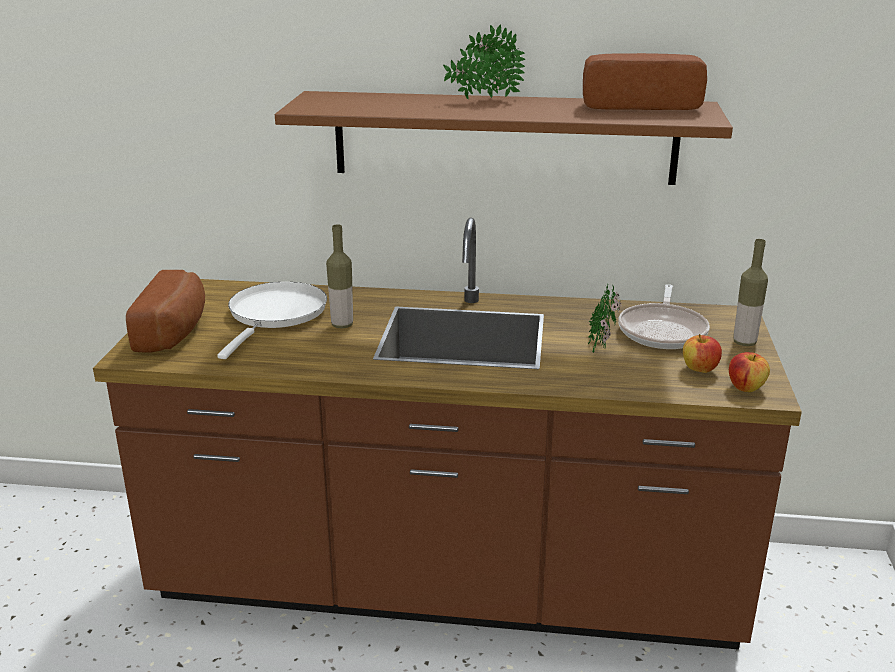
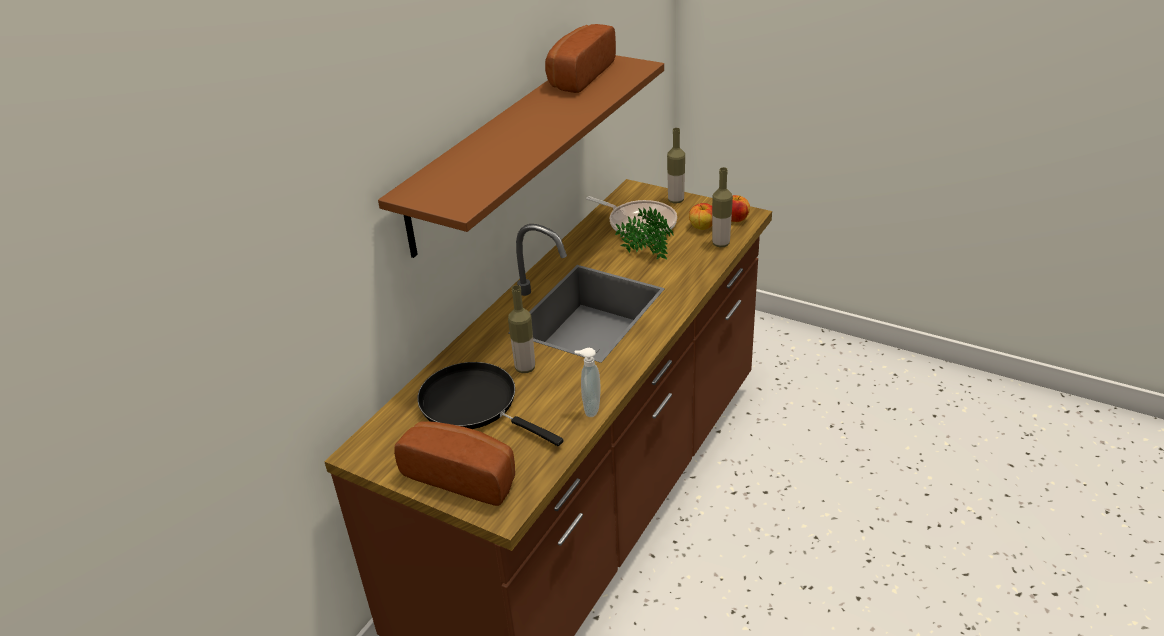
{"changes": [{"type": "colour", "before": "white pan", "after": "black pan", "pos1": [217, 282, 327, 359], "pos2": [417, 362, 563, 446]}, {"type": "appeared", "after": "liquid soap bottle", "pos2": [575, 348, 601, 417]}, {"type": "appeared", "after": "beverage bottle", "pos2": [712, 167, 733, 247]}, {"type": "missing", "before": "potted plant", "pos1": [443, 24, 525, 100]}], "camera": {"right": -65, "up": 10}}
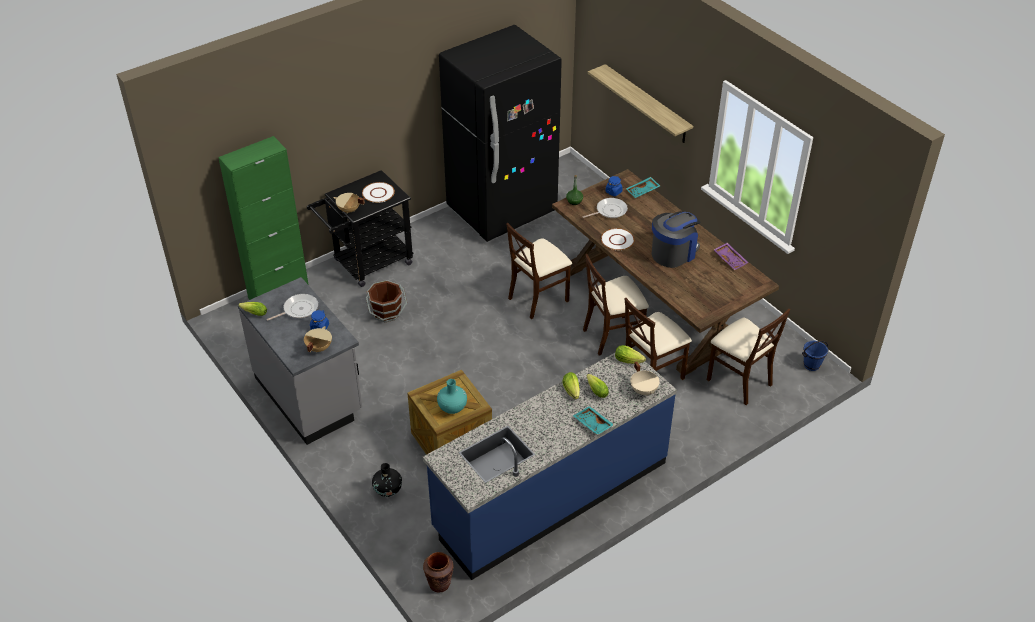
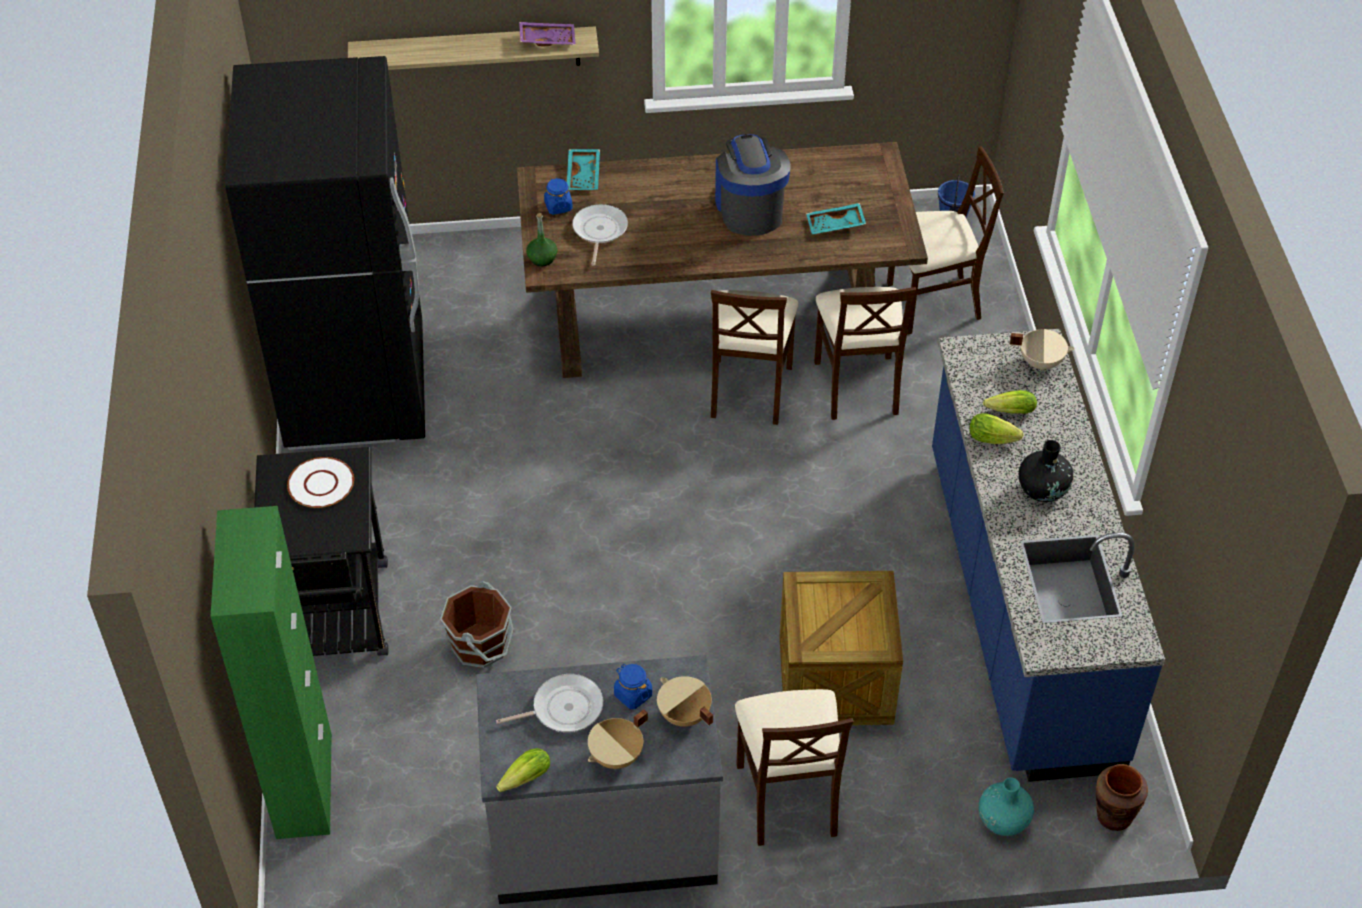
{"changes": [{"type": "spun", "before": "pan", "pos1": [267, 294, 318, 321], "pos2": [496, 674, 603, 732], "turn": 75}, {"type": "relocated", "before": "purplish serving tray", "pos1": [714, 243, 749, 270], "pos2": [519, 22, 576, 46]}, {"type": "relocated", "before": "sand-coloured stockpot", "pos1": [334, 193, 365, 214], "pos2": [588, 709, 648, 769]}, {"type": "relocated", "before": "sand-coloured plain chair", "pos1": [506, 223, 572, 319], "pos2": [735, 689, 853, 846]}, {"type": "relocated", "before": "turquoise serving tray", "pos1": [573, 406, 614, 435], "pos2": [806, 203, 866, 234]}, {"type": "relocated", "before": "turquoise vase", "pos1": [437, 379, 467, 414], "pos2": [979, 777, 1034, 836]}, {"type": "relocated", "before": "black vase", "pos1": [372, 463, 402, 497], "pos2": [1019, 440, 1074, 502]}, {"type": "missing", "before": "white plate", "pos1": [601, 228, 635, 250]}, {"type": "missing", "before": "head of lettuce", "pos1": [615, 345, 646, 364]}], "camera": {"right": -60, "up": 5}}
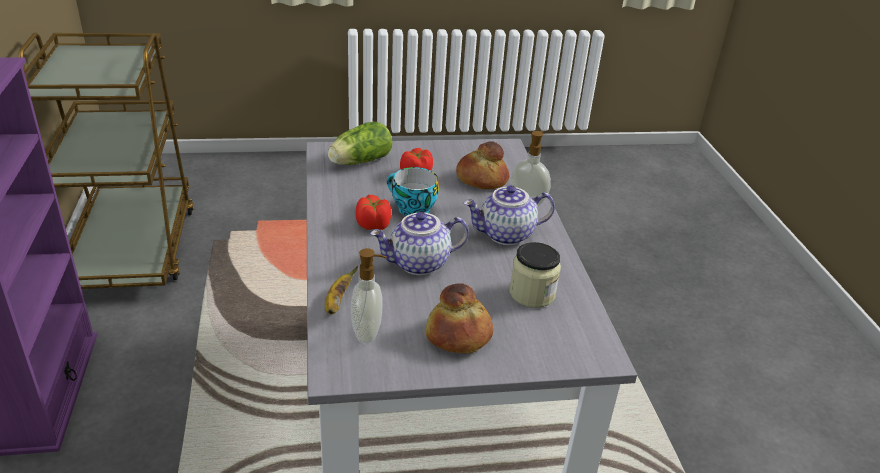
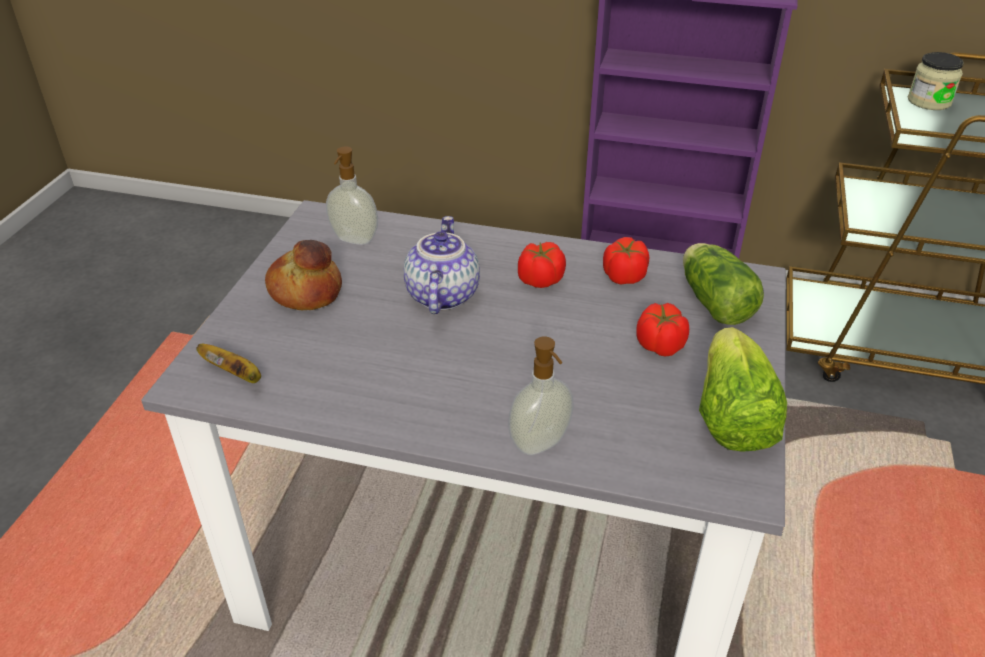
{"changes": [{"type": "relocated", "before": "banana", "pos1": [325, 266, 358, 315], "pos2": [196, 344, 261, 383]}, {"type": "appeared", "after": "tomato", "pos2": [603, 237, 649, 284]}, {"type": "appeared", "after": "head of lettuce", "pos2": [699, 327, 787, 452]}, {"type": "relocated", "before": "storage jar", "pos1": [509, 242, 561, 308], "pos2": [908, 52, 964, 110]}, {"type": "missing", "before": "small cup", "pos1": [387, 167, 439, 216]}, {"type": "missing", "before": "baked bread", "pos1": [456, 141, 509, 189]}, {"type": "missing", "before": "tea pot", "pos1": [463, 185, 555, 245]}], "camera": {"right": 115, "up": 5}}
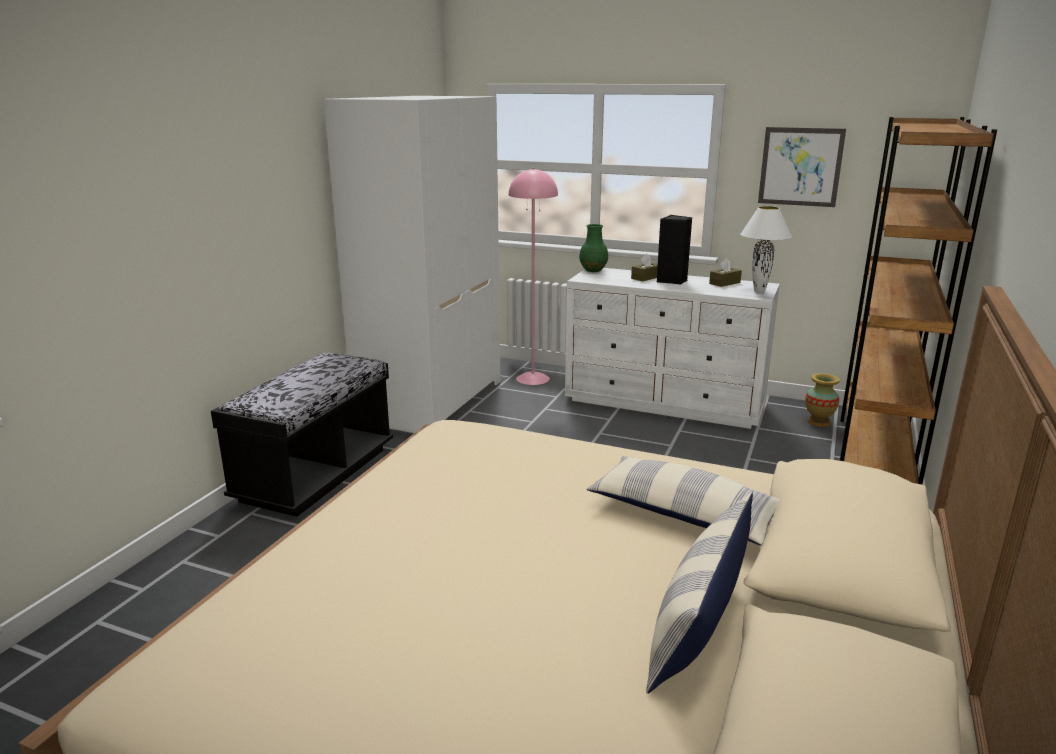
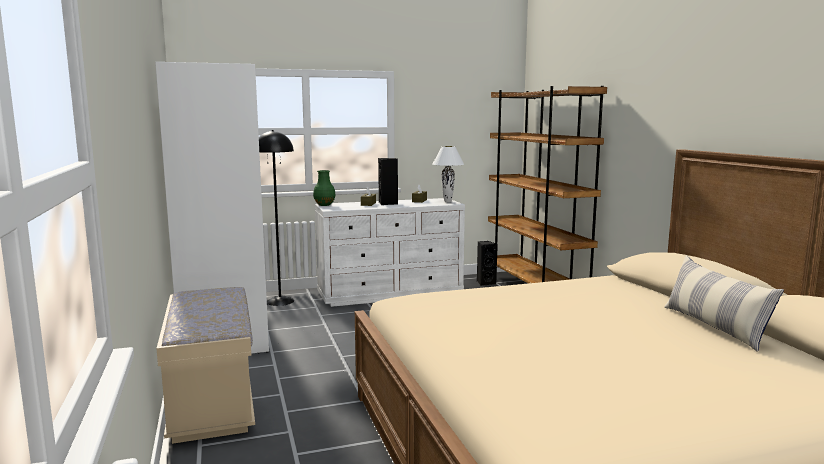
{"changes": [{"type": "colour", "before": "black bench", "after": "sand-coloured bench", "pos1": [211, 353, 393, 517], "pos2": [156, 287, 255, 444]}, {"type": "colour", "before": "pink standard lamp", "after": "black standard lamp", "pos1": [509, 168, 558, 385], "pos2": [259, 130, 294, 306]}, {"type": "exchanged", "before": "vase", "after": "black audio speaker", "pos1": [805, 373, 840, 427], "pos2": [477, 241, 498, 286]}, {"type": "missing", "before": "cushion", "pos1": [587, 456, 779, 545]}, {"type": "missing", "before": "wall picture", "pos1": [758, 127, 846, 207]}], "camera": {"right": -40, "up": -10}}
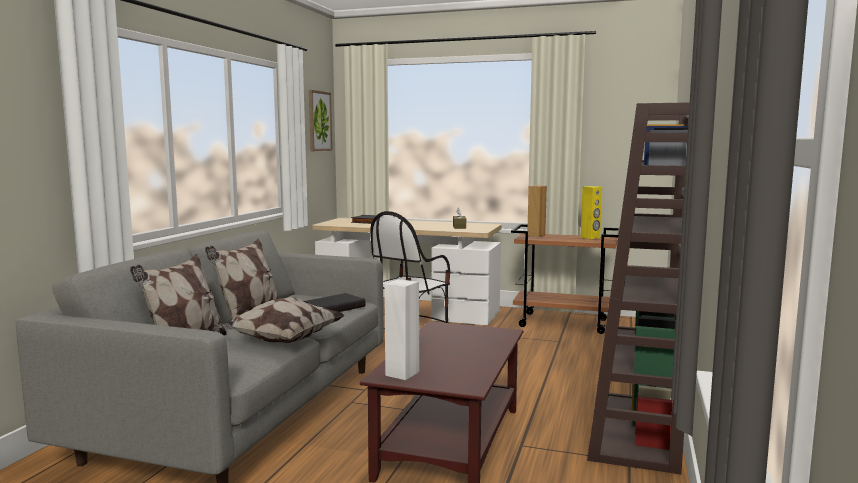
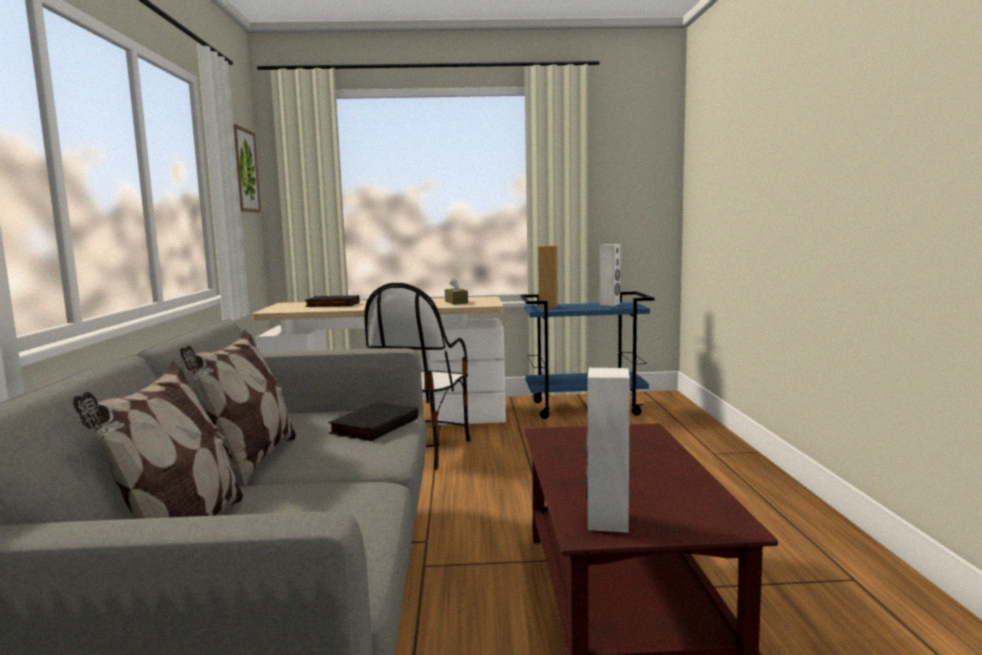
{"changes": [{"type": "colour", "before": "brownish wheeled cart", "after": "blue wheeled cart", "pos1": [511, 224, 619, 334], "pos2": [521, 291, 654, 419]}, {"type": "colour", "before": "yellowish audio speaker", "after": "white audio speaker", "pos1": [581, 186, 602, 239], "pos2": [599, 244, 620, 306]}, {"type": "missing", "before": "cushion", "pos1": [214, 297, 345, 343]}, {"type": "missing", "before": "brownish shelving unit", "pos1": [587, 102, 690, 474]}], "camera": {"right": -20, "up": 0}}
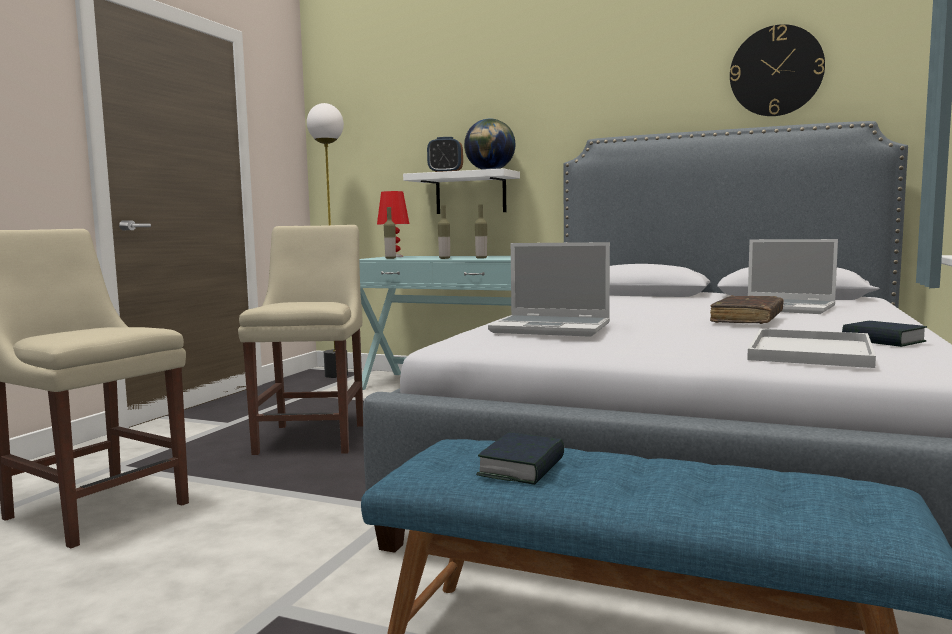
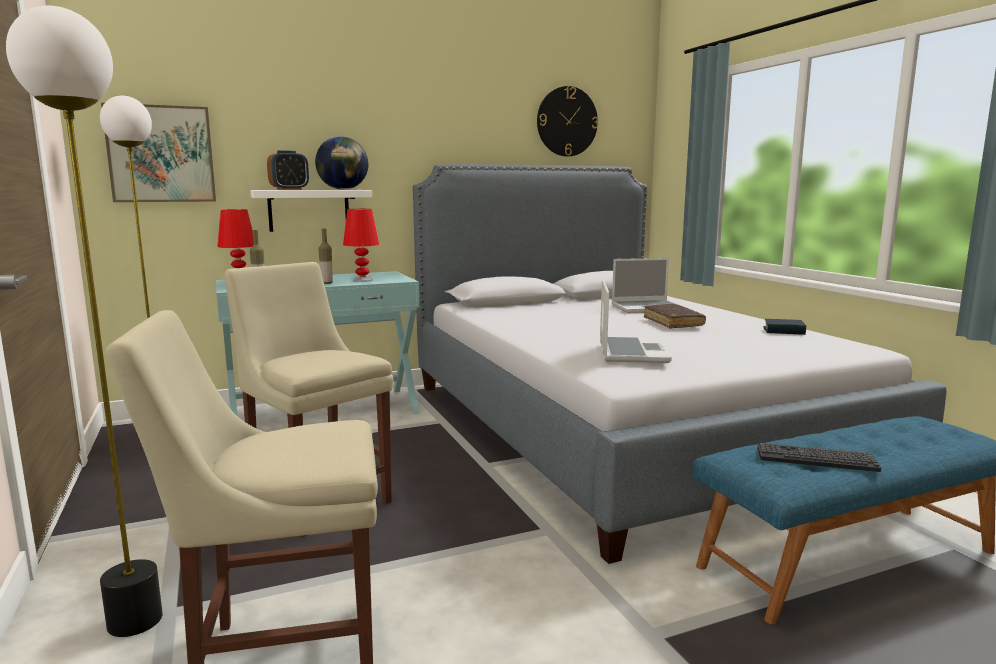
{"changes": [{"type": "appeared", "after": "standard lamp", "pos2": [6, 6, 163, 637]}, {"type": "appeared", "after": "wall picture", "pos2": [101, 103, 216, 202]}, {"type": "exchanged", "before": "beverage bottle", "after": "red-coloured tabletop lamp", "pos1": [475, 205, 487, 258], "pos2": [343, 209, 379, 282]}, {"type": "spun", "before": "laptop", "pos1": [488, 242, 610, 337], "pos2": [600, 280, 672, 363], "turn": -60}, {"type": "exchanged", "before": "book", "after": "PC keyboard", "pos1": [476, 432, 564, 485], "pos2": [757, 443, 881, 472]}, {"type": "missing", "before": "white serving tray", "pos1": [747, 329, 876, 368]}], "camera": {"right": -45, "up": 5}}
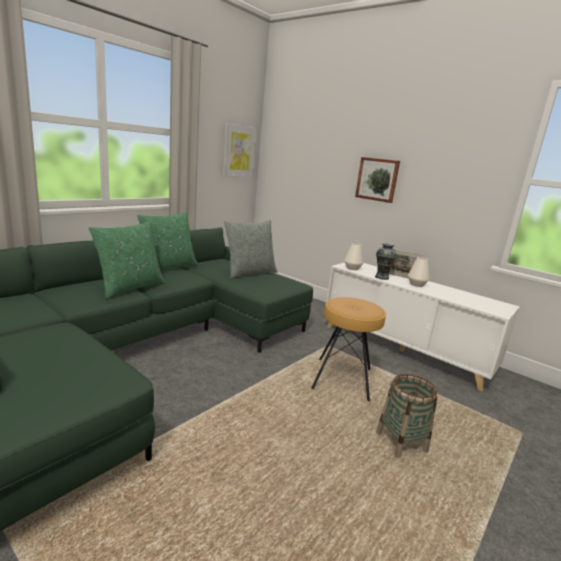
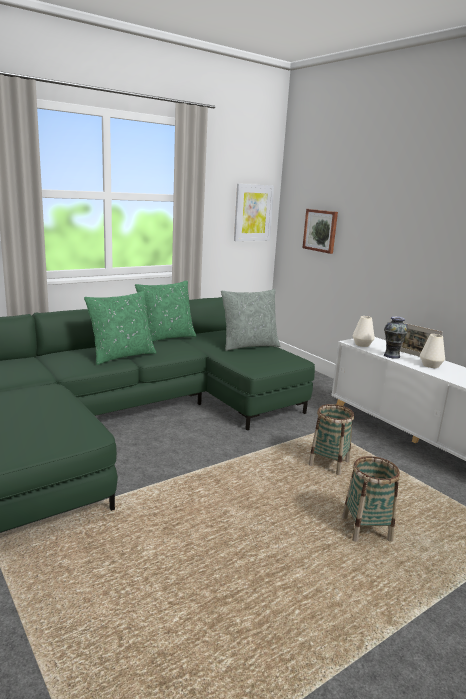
{"changes": [{"type": "relocated", "before": "wall picture", "pos1": [355, 157, 400, 203], "pos2": [302, 209, 338, 254]}, {"type": "exchanged", "before": "brownish sitting stool", "after": "household basket", "pos1": [311, 297, 386, 401], "pos2": [309, 404, 354, 475]}], "camera": {"right": 15, "up": 0}}
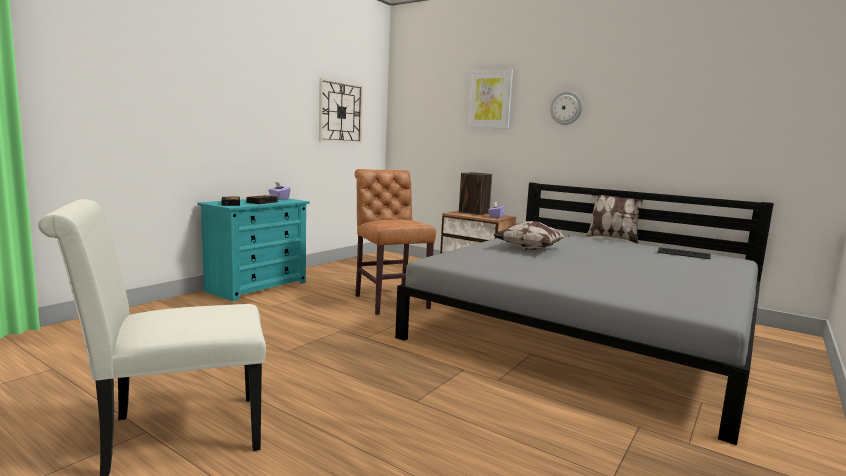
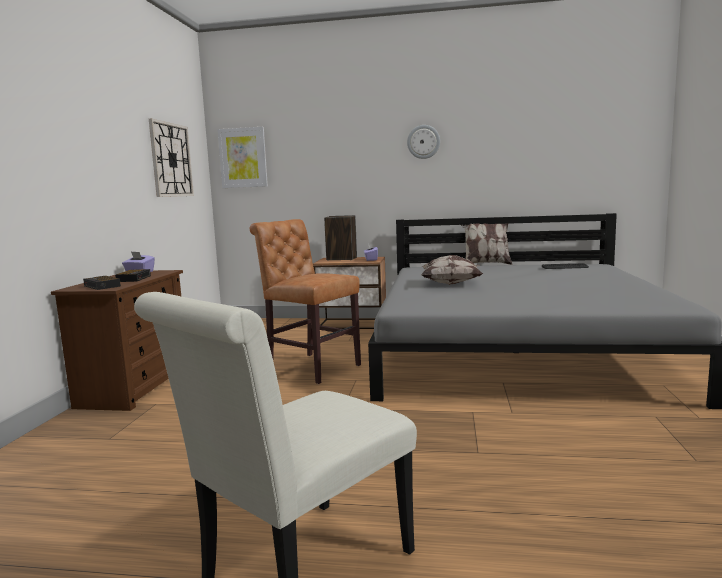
{"changes": [{"type": "colour", "before": "turquoise dresser", "after": "brownish dresser", "pos1": [197, 199, 310, 301], "pos2": [51, 270, 183, 411]}, {"type": "relocated", "before": "wall picture", "pos1": [467, 69, 513, 128], "pos2": [217, 127, 268, 188]}], "camera": {"right": -25, "up": 0}}
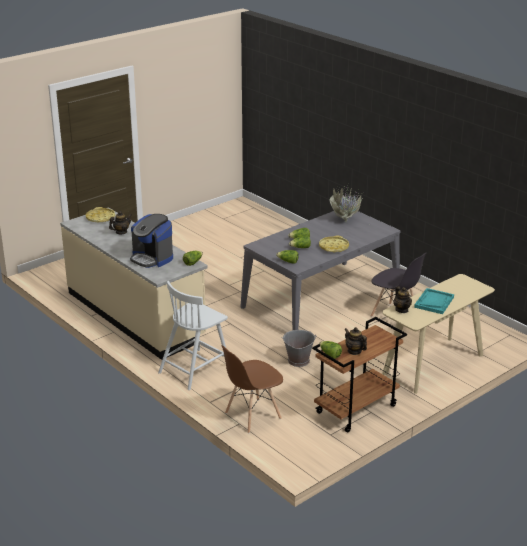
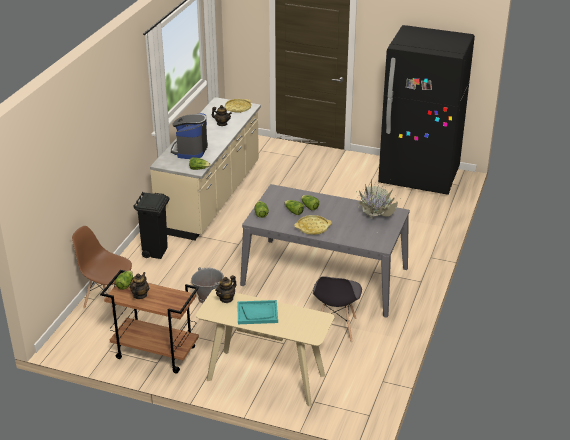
{"changes": [{"type": "exchanged", "before": "white plain chair", "after": "black trash can", "pos1": [158, 281, 228, 390], "pos2": [134, 192, 169, 259]}, {"type": "appeared", "after": "black kitchen fridge", "pos2": [378, 25, 475, 195]}], "camera": {"right": 60, "up": 5}}
